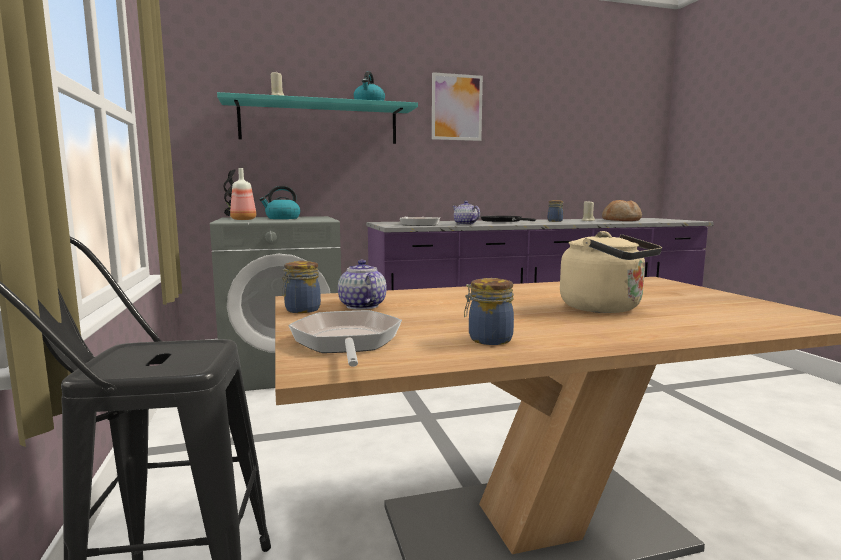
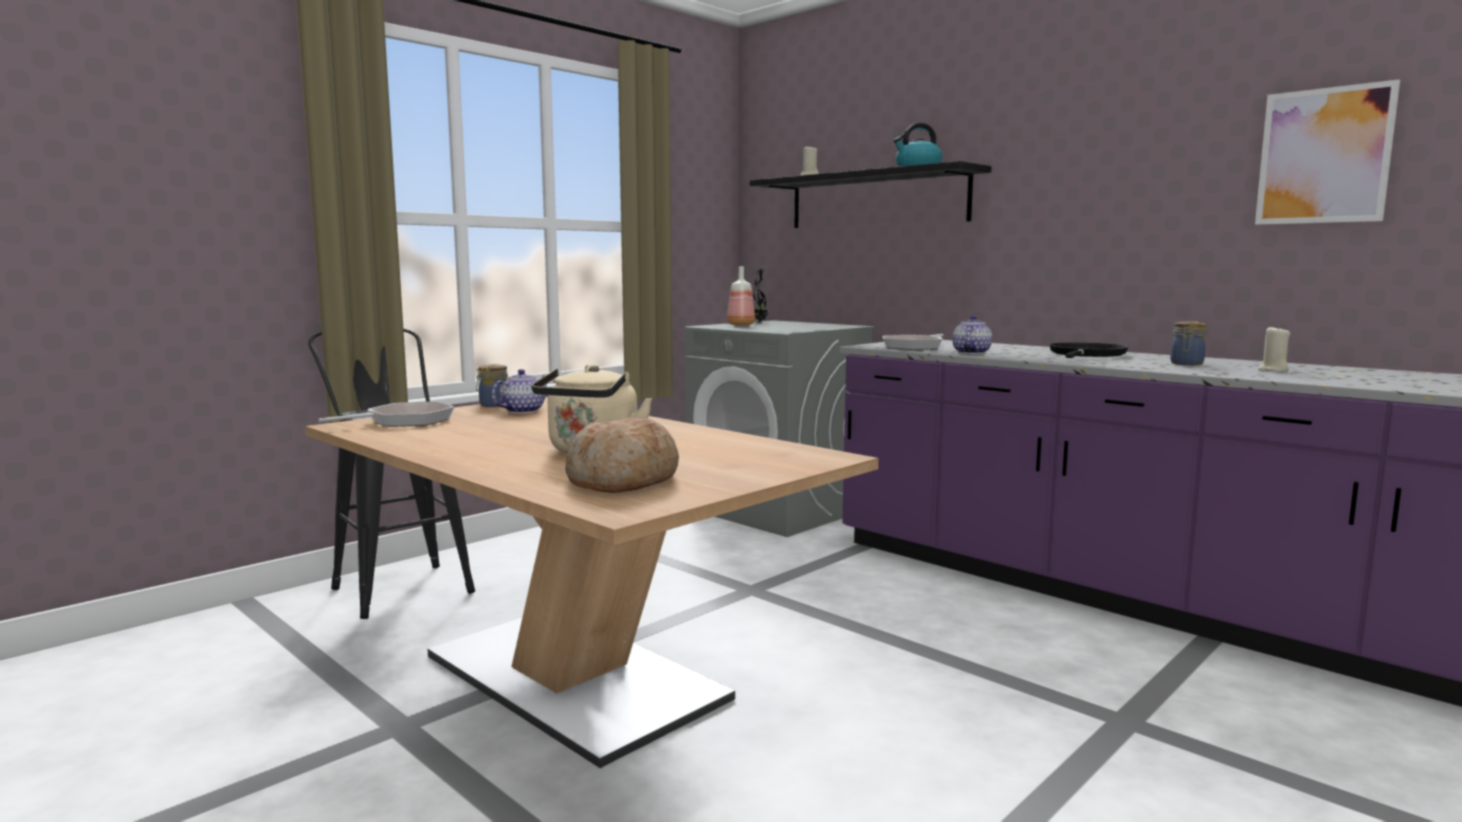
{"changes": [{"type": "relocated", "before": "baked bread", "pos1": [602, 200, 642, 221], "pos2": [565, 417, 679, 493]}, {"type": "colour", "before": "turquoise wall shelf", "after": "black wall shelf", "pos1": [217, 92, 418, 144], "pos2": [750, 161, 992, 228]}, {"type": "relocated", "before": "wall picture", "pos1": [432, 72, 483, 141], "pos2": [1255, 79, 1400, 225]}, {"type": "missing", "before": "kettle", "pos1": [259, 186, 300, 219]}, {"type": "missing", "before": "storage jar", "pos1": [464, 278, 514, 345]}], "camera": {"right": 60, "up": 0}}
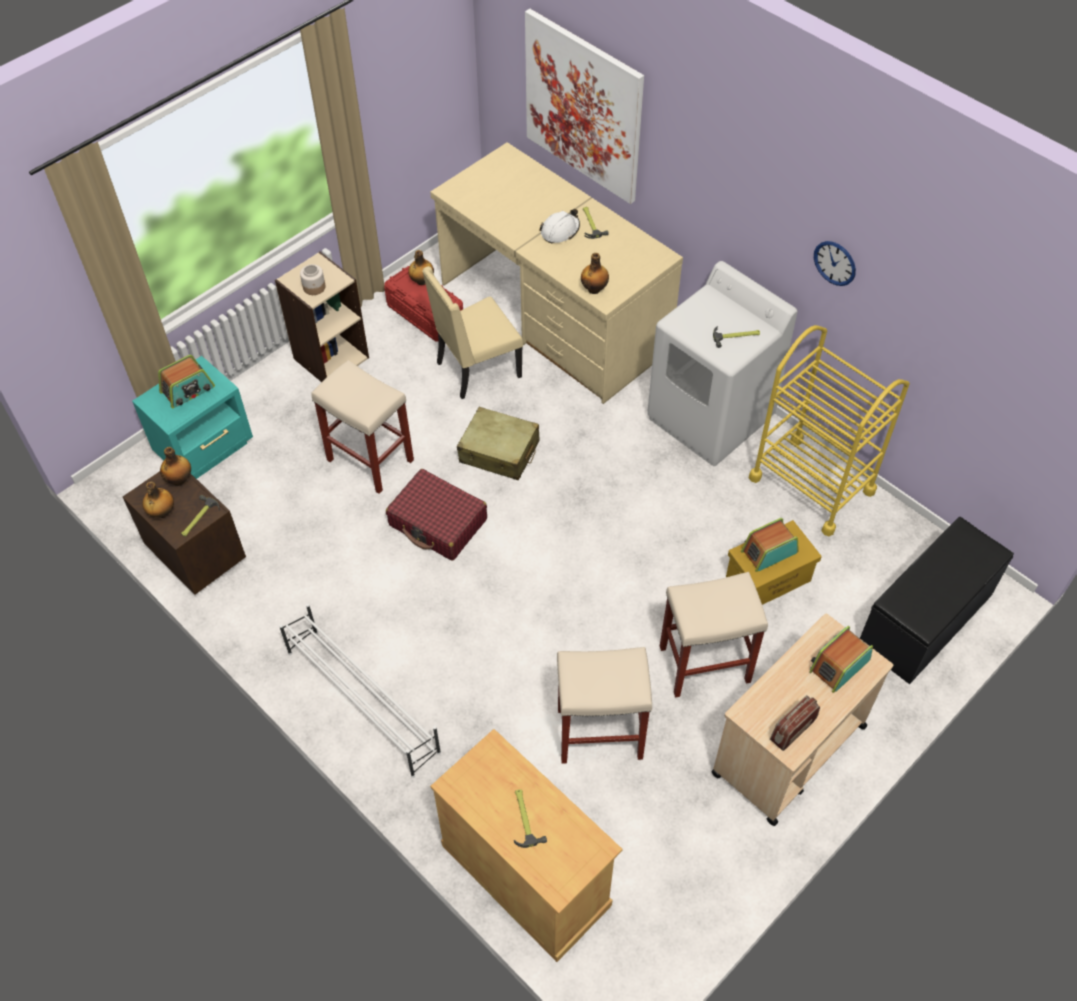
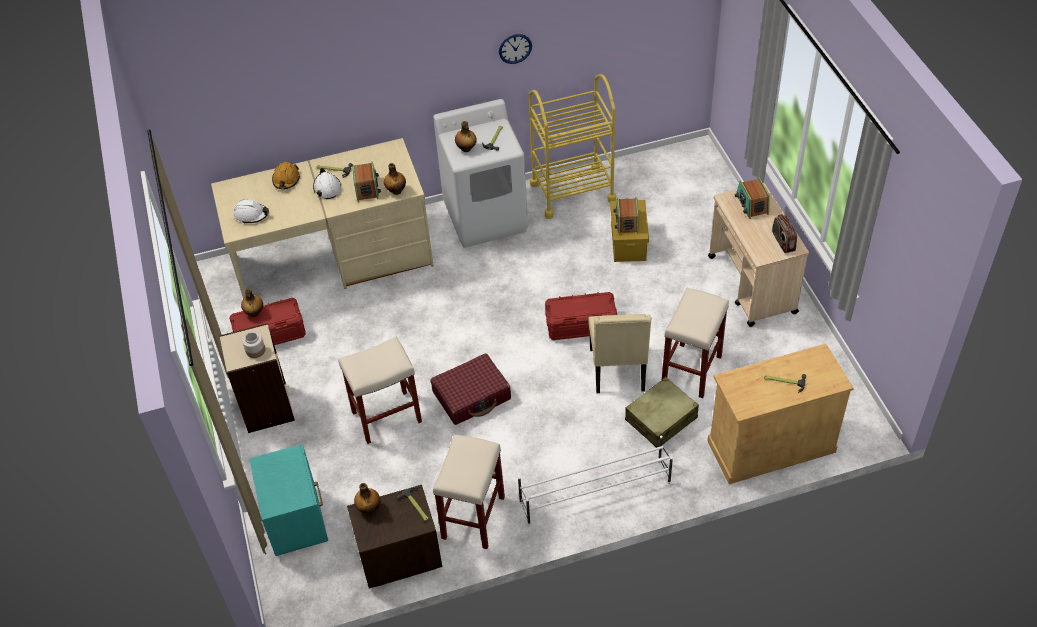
{"changes": [{"type": "appeared", "after": "white safety helmet", "pos2": [234, 199, 269, 224]}, {"type": "appeared", "after": "orange-coloured safety helmet", "pos2": [272, 162, 300, 189]}, {"type": "relocated", "before": "radio receiver", "pos1": [158, 355, 215, 409], "pos2": [352, 161, 381, 202]}, {"type": "relocated", "before": "sand-coloured sitting stool", "pos1": [660, 572, 768, 698], "pos2": [433, 434, 505, 549]}, {"type": "relocated", "before": "beverage bottle", "pos1": [142, 482, 174, 518], "pos2": [455, 121, 477, 152]}, {"type": "appeared", "after": "red-coloured storage container", "pos2": [545, 292, 617, 340]}, {"type": "relocated", "before": "sand-coloured plain chair", "pos1": [422, 266, 523, 399], "pos2": [588, 314, 652, 393]}, {"type": "relocated", "before": "sand-coloured suitcase", "pos1": [457, 407, 540, 480], "pos2": [625, 377, 699, 448]}, {"type": "missing", "before": "wall picture", "pos1": [525, 9, 644, 204]}, {"type": "missing", "before": "black bench", "pos1": [860, 517, 1014, 684]}], "camera": {"right": -60, "up": -5}}
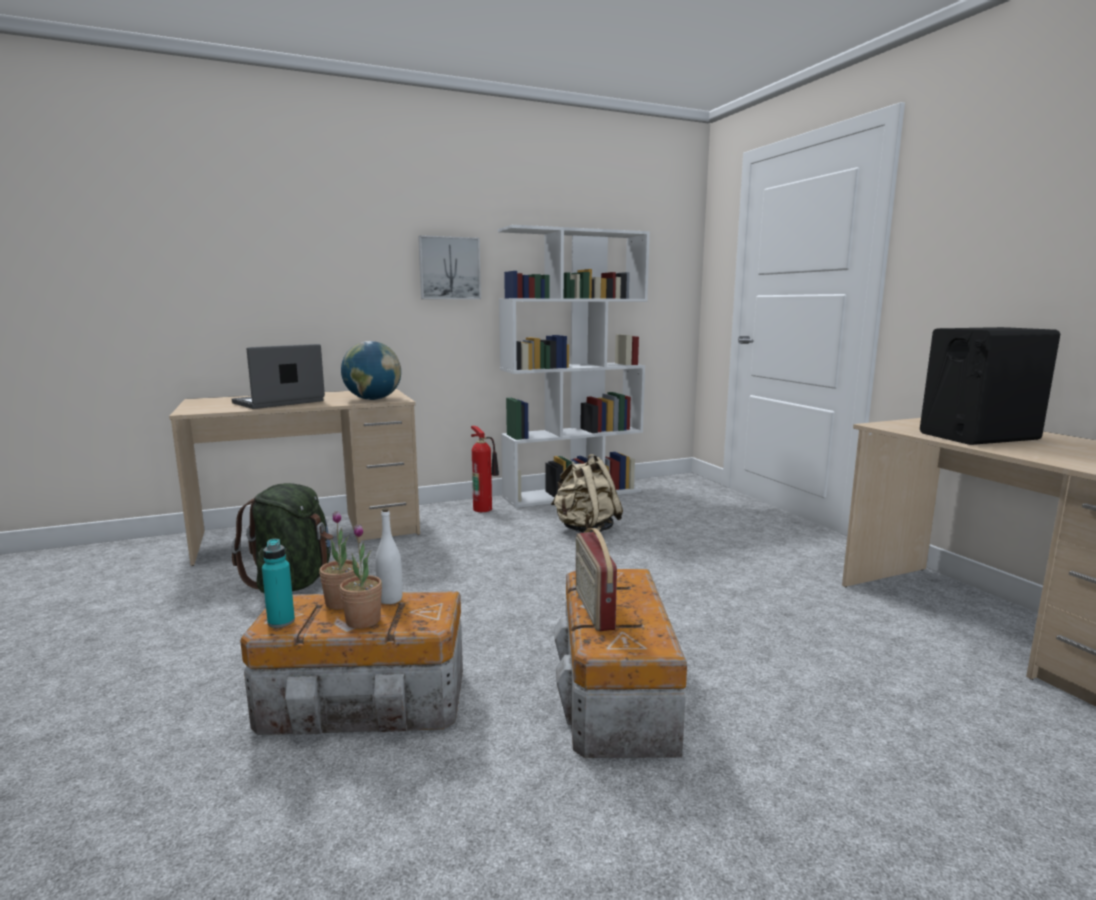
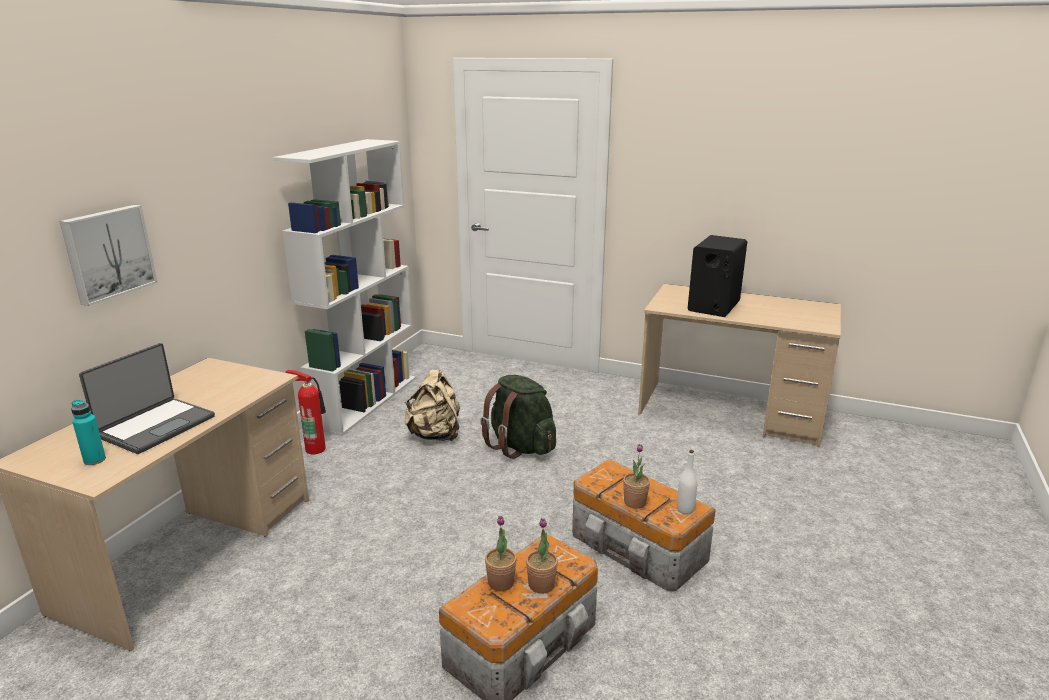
{"changes": [{"type": "relocated", "before": "wall picture", "pos1": [418, 235, 481, 299], "pos2": [60, 205, 157, 306]}, {"type": "relocated", "before": "turquoise beverage bottle", "pos1": [262, 539, 295, 628], "pos2": [71, 400, 106, 465]}, {"type": "spun", "before": "laptop", "pos1": [232, 344, 325, 409], "pos2": [79, 343, 215, 454], "turn": -150}, {"type": "relocated", "before": "greenish knapsack", "pos1": [231, 483, 333, 593], "pos2": [480, 375, 556, 459]}, {"type": "exchanged", "before": "radio receiver", "after": "potted plant", "pos1": [576, 528, 617, 631], "pos2": [623, 444, 650, 509]}, {"type": "relocated", "before": "white beverage bottle", "pos1": [375, 508, 403, 604], "pos2": [677, 450, 697, 514]}, {"type": "missing", "before": "world globe", "pos1": [341, 341, 401, 400]}], "camera": {"right": -45, "up": 10}}
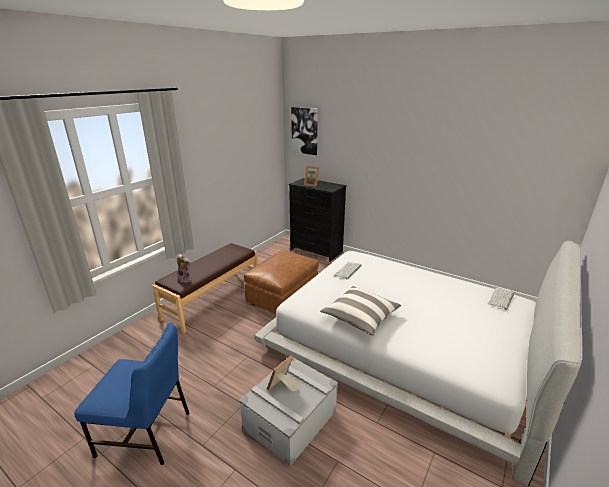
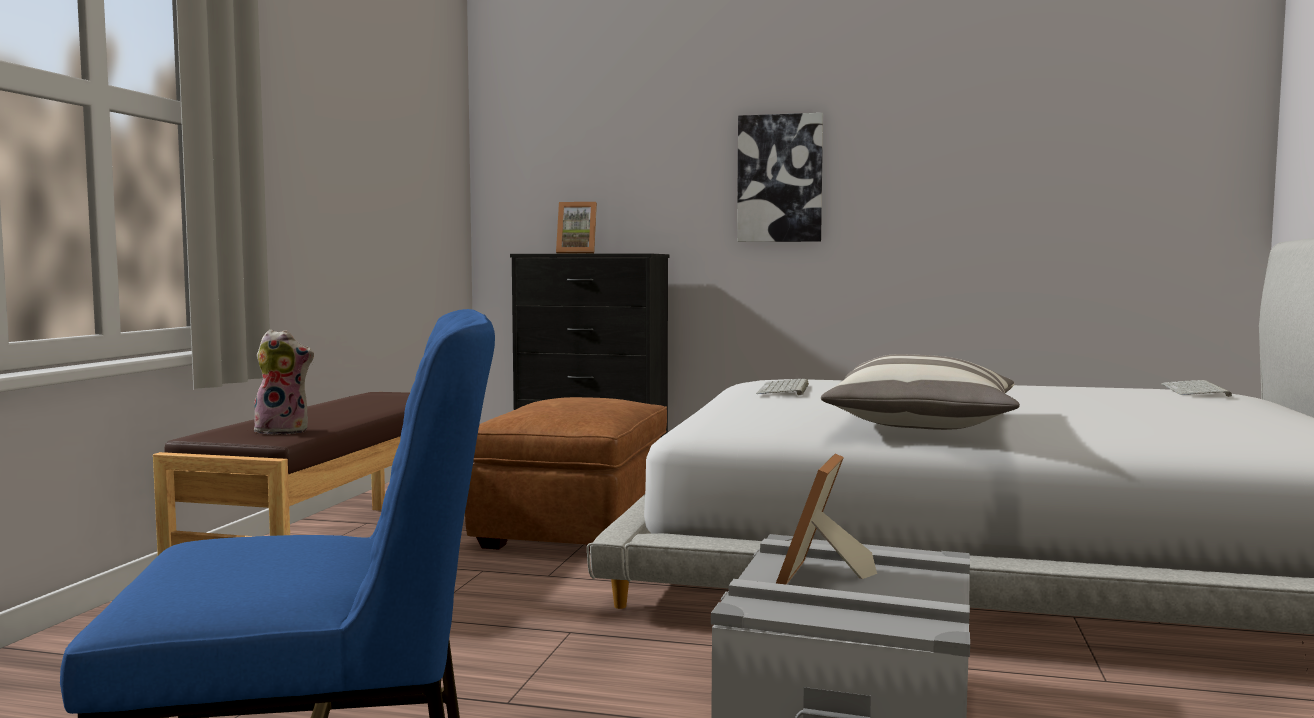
{"changes": [{"type": "relocated", "before": "wall picture", "pos1": [291, 107, 318, 155], "pos2": [737, 113, 823, 242]}], "camera": {"right": -20, "up": -20}}
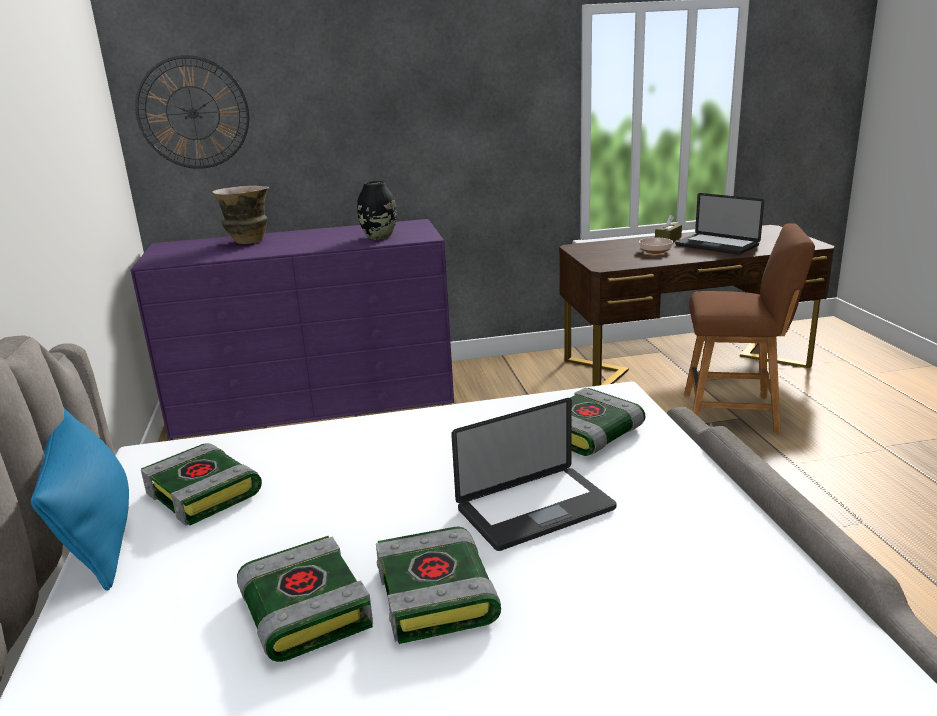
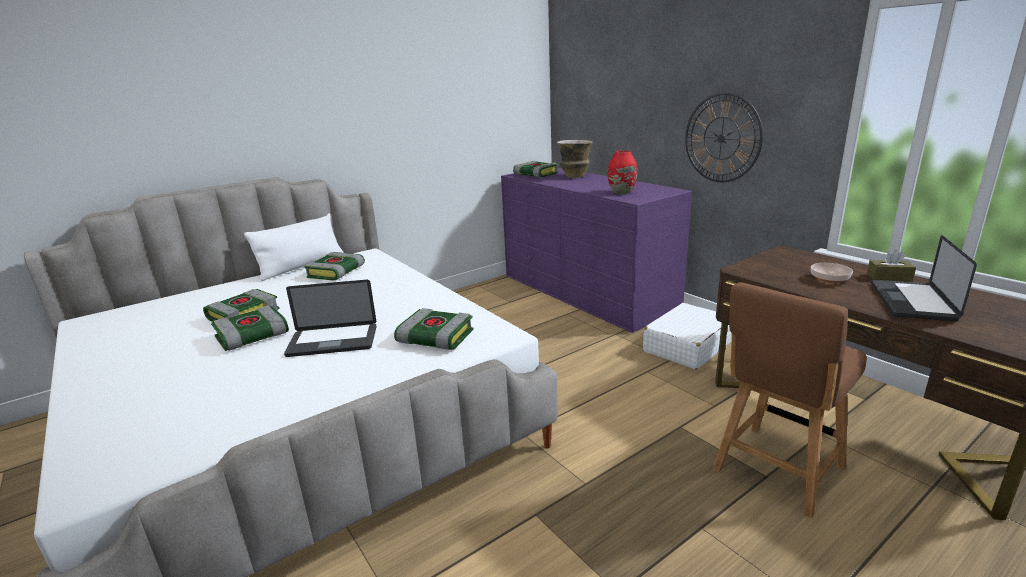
{"changes": [{"type": "colour", "before": "blue cushion", "after": "white cushion", "pos1": [31, 408, 129, 591], "pos2": [244, 213, 344, 281]}, {"type": "spun", "before": "laptop", "pos1": [451, 398, 617, 551], "pos2": [284, 280, 377, 357], "turn": -45}, {"type": "appeared", "after": "book", "pos2": [513, 161, 558, 177]}, {"type": "colour", "before": "black vase", "after": "red-coloured vase", "pos1": [357, 181, 397, 240], "pos2": [608, 150, 637, 194]}, {"type": "appeared", "after": "white suitcase", "pos2": [643, 303, 731, 369]}, {"type": "relocated", "before": "clock on the wall", "pos1": [135, 55, 249, 169], "pos2": [685, 92, 763, 182]}, {"type": "spun", "before": "brownish plain chair", "pos1": [684, 223, 815, 434], "pos2": [713, 282, 867, 518], "turn": 60}], "camera": {"right": 65, "up": 0}}
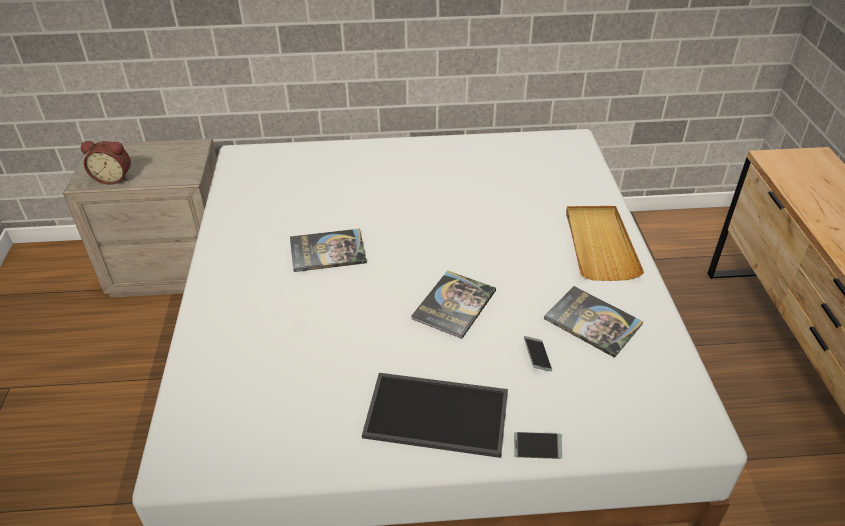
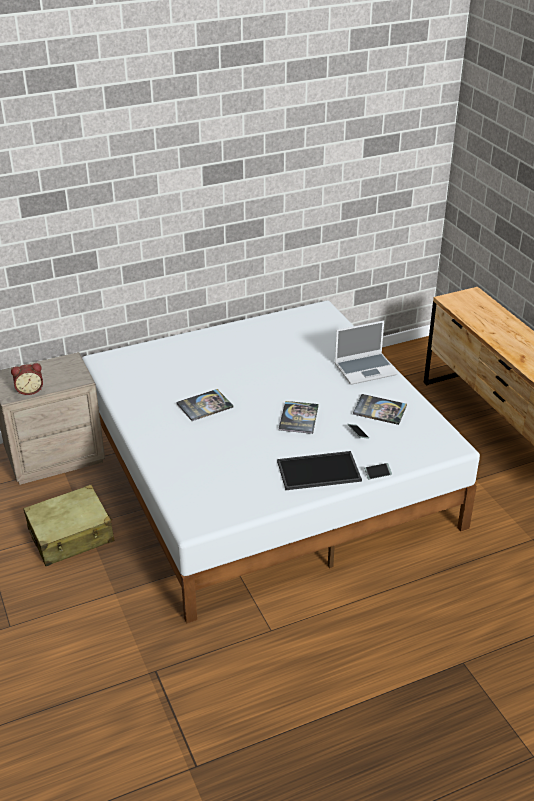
{"changes": [{"type": "appeared", "after": "sand-coloured suitcase", "pos2": [23, 485, 114, 566]}, {"type": "exchanged", "before": "sand-coloured serving tray", "after": "laptop", "pos1": [566, 206, 644, 281], "pos2": [335, 321, 398, 385]}], "camera": {"right": -20, "up": -5}}
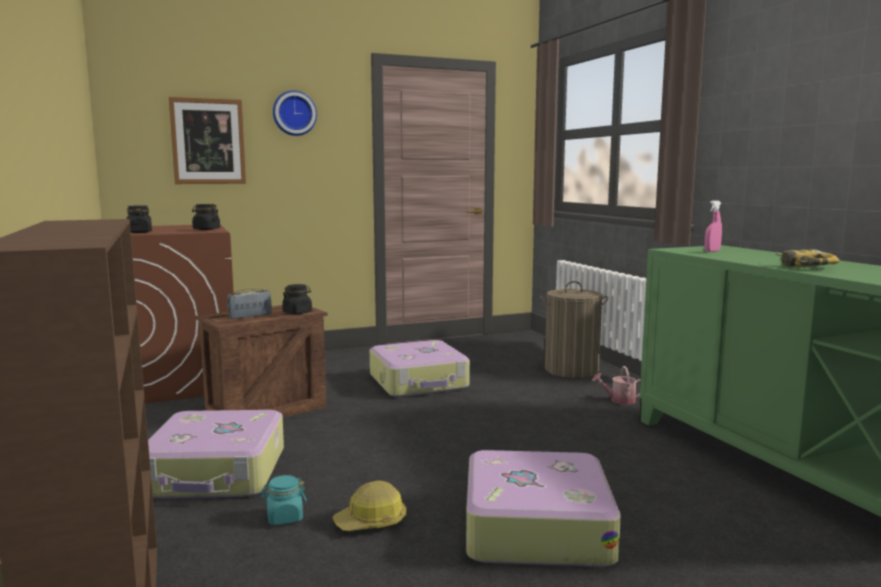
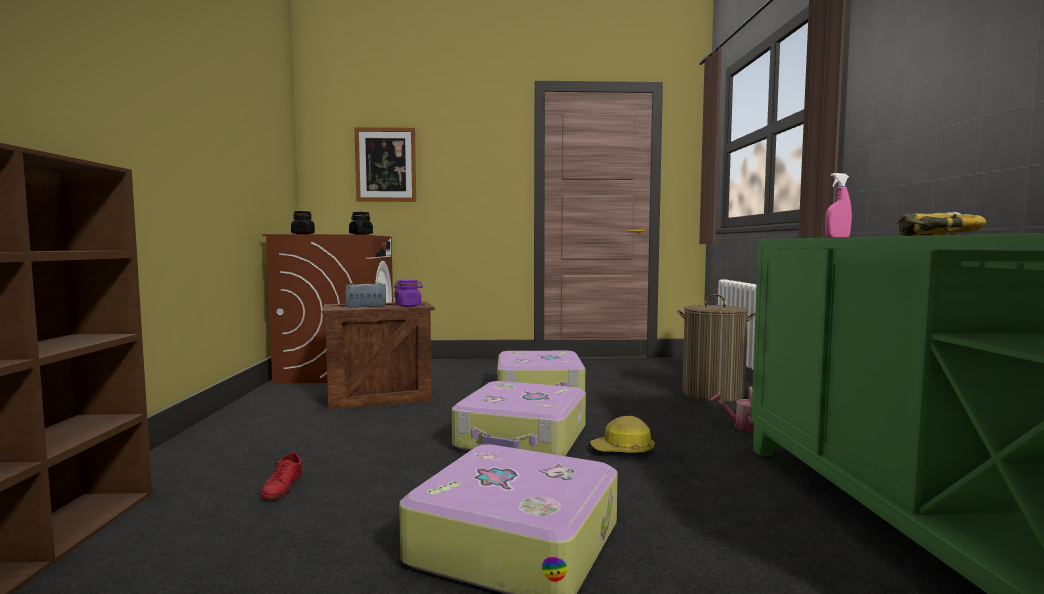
{"changes": [{"type": "exchanged", "before": "turquoise storage jar", "after": "red-coloured shoe", "pos1": [261, 475, 307, 525], "pos2": [261, 451, 302, 499]}, {"type": "colour", "before": "black storage jar", "after": "purplish storage jar", "pos1": [282, 284, 312, 314], "pos2": [393, 279, 423, 307]}, {"type": "relocated", "before": "suitcase", "pos1": [148, 410, 284, 499], "pos2": [452, 381, 586, 456]}, {"type": "relocated", "before": "safety helmet", "pos1": [333, 481, 406, 531], "pos2": [590, 416, 655, 453]}, {"type": "missing", "before": "clock on the wall", "pos1": [273, 90, 317, 136]}], "camera": {"right": 20, "up": -5}}
